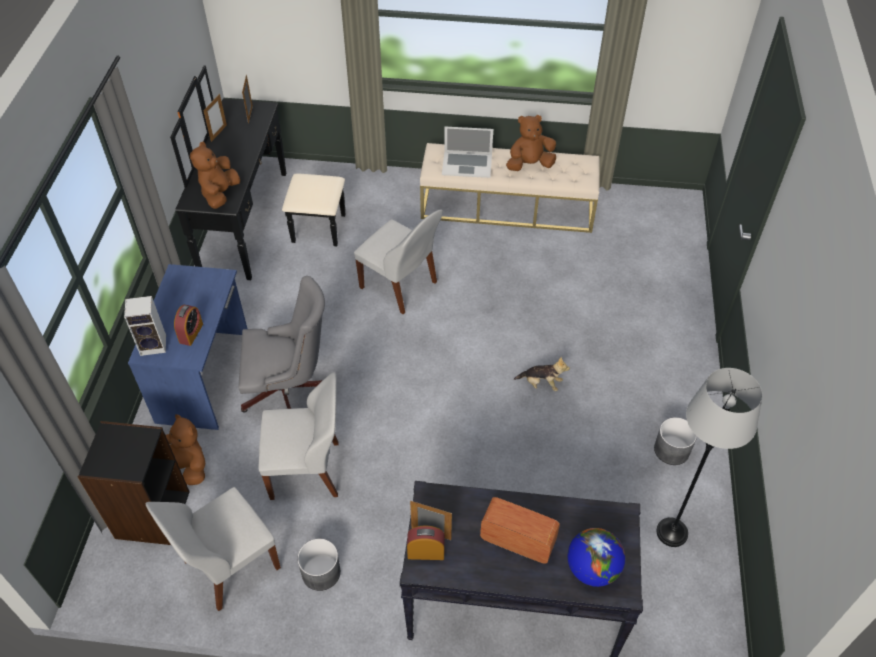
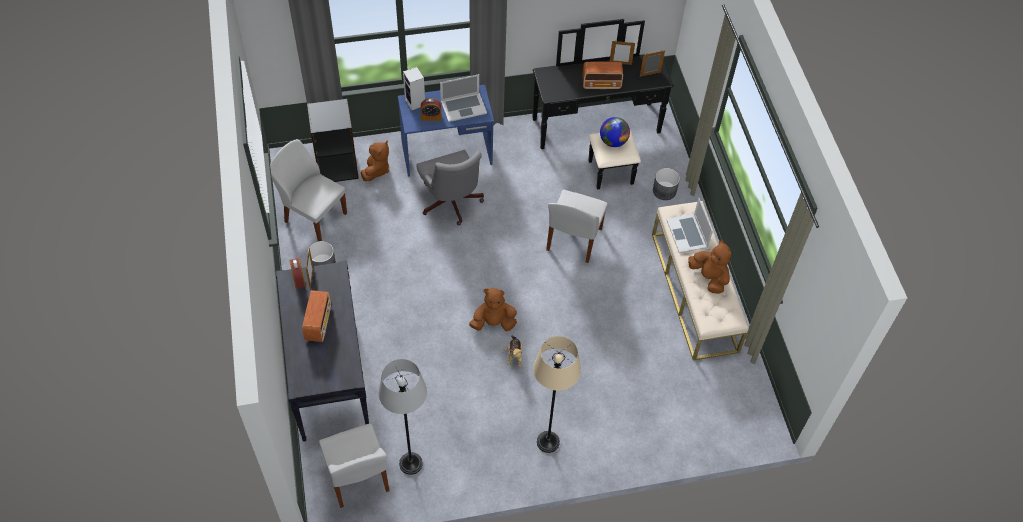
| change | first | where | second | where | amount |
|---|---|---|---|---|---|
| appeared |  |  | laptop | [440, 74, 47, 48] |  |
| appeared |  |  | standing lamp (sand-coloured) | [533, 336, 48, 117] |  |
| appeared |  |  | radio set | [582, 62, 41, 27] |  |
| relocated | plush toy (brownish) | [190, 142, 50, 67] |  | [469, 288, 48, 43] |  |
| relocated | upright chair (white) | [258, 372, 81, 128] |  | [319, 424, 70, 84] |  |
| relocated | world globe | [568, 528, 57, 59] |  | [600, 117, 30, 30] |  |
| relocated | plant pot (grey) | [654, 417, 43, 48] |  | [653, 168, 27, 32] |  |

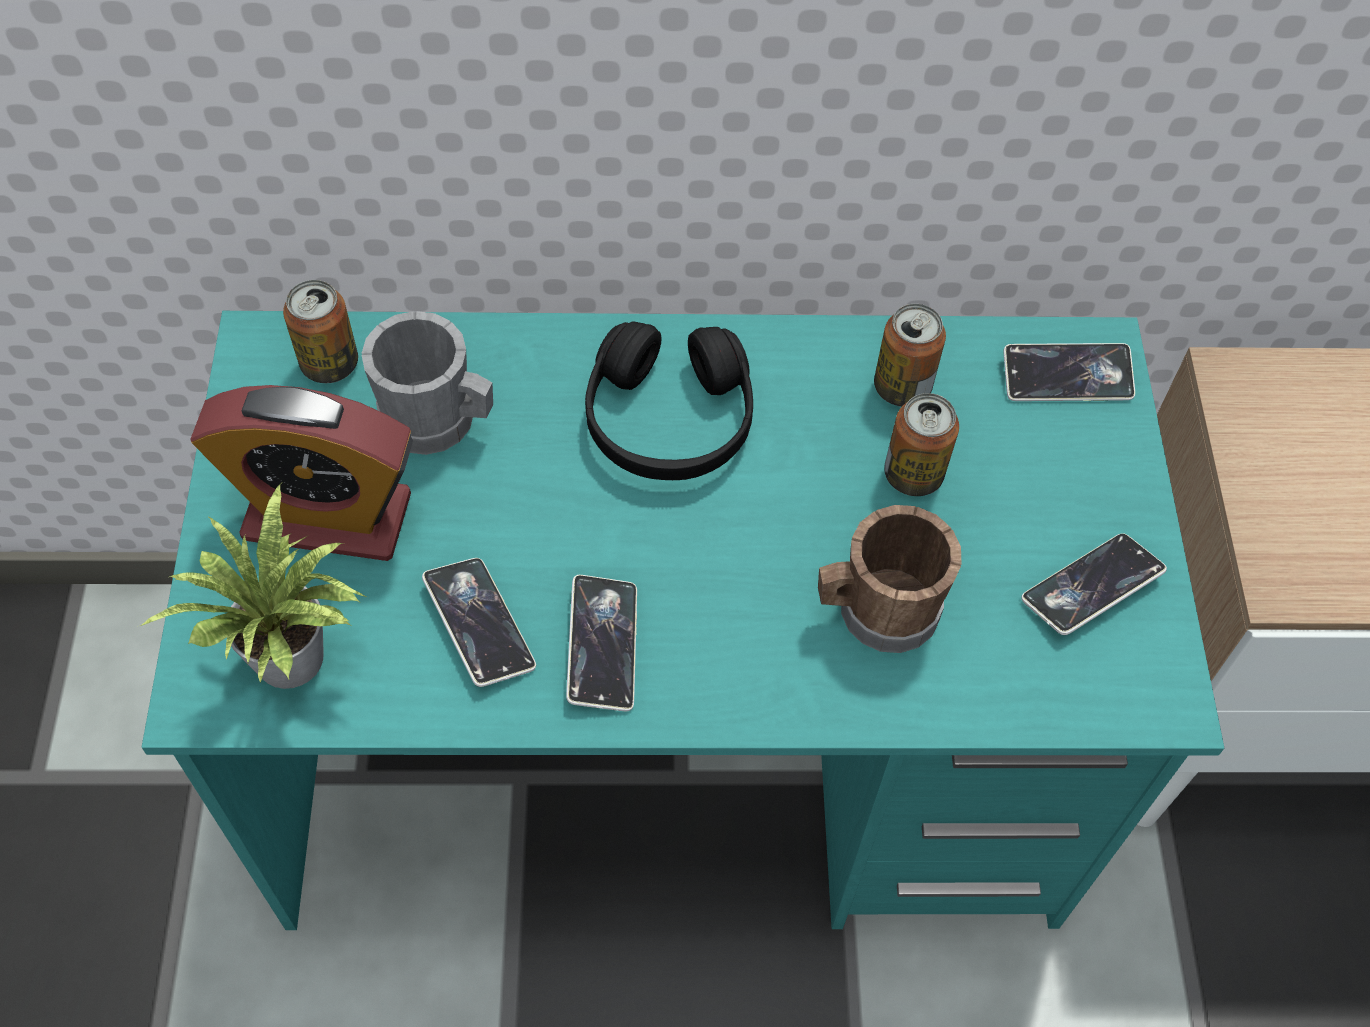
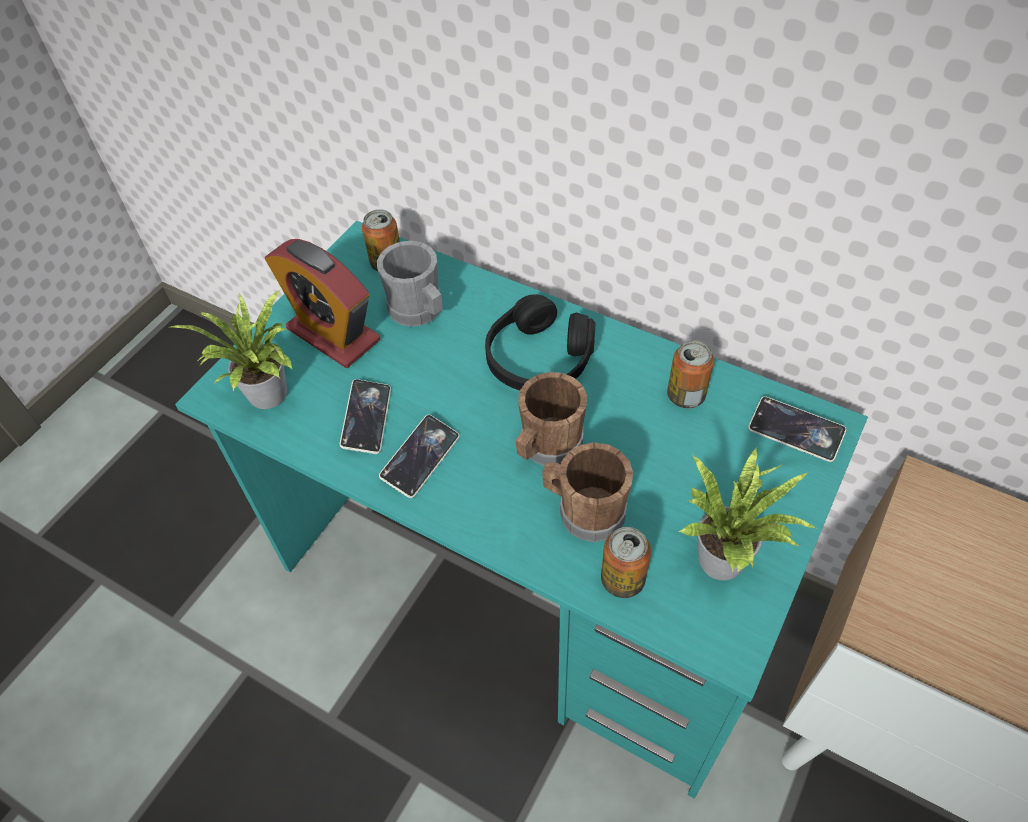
| change | first | where | second | where | amount |
|---|---|---|---|---|---|
| appeared |  |  | tea mug (brownish) | [516, 372, 71, 94] |  |
| relocated | sealed can | [884, 393, 75, 103] |  | [601, 527, 50, 71] |  |
| exchanged | handset | [1022, 533, 145, 102] | houseplant | [679, 447, 137, 134] |  |

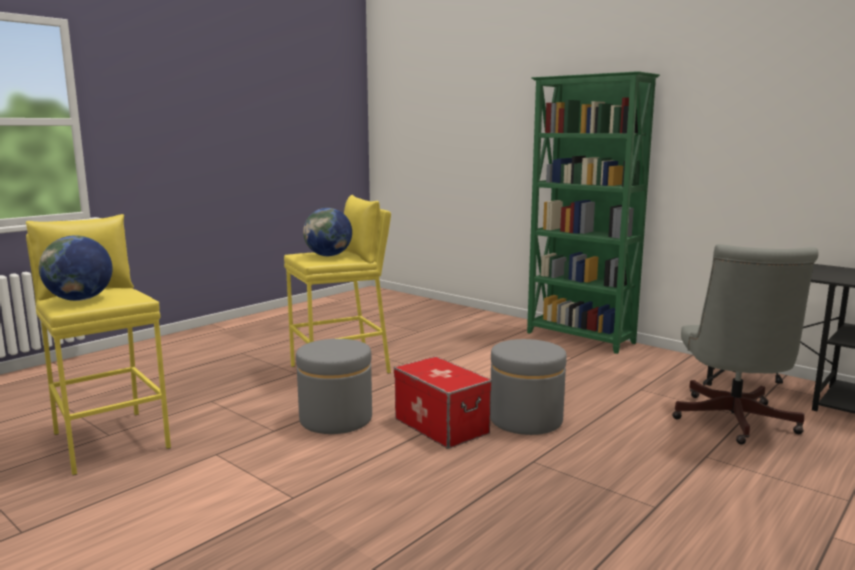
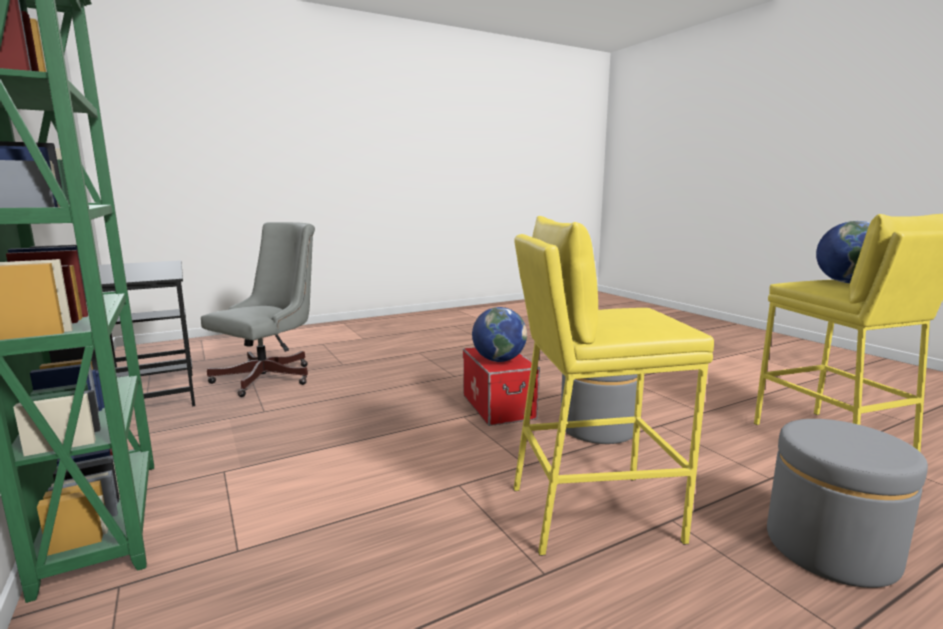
| change | first | where | second | where | amount |
|---|---|---|---|---|---|
| relocated | world globe | [303, 208, 49, 48] |  | [472, 307, 55, 55] |  |
| relocated | pouffe (grey) | [490, 339, 77, 96] |  | [767, 419, 161, 169] |  |

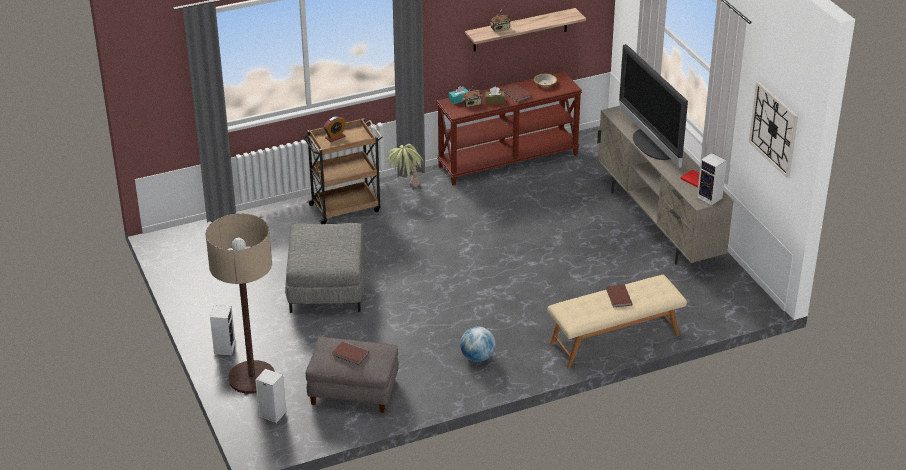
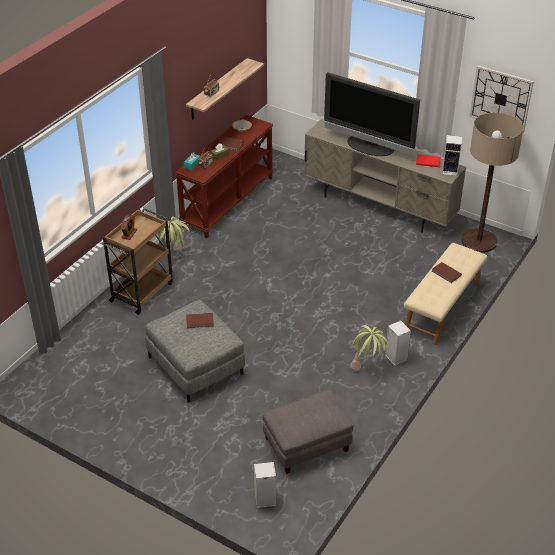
| change | first | where | second | where | amount |
|---|---|---|---|---|---|
| relocated | standing lamp | [205, 213, 70, 181] |  | [461, 112, 63, 141] |  |
| relocated | loudspeaker | [210, 305, 25, 50] |  | [385, 321, 26, 45] |  |
| relocated | bound book (brownish) | [332, 342, 37, 23] |  | [186, 313, 28, 15] |  |
| exchanged | world globe | [460, 327, 35, 35] | houseplant | [350, 325, 39, 46] |  |

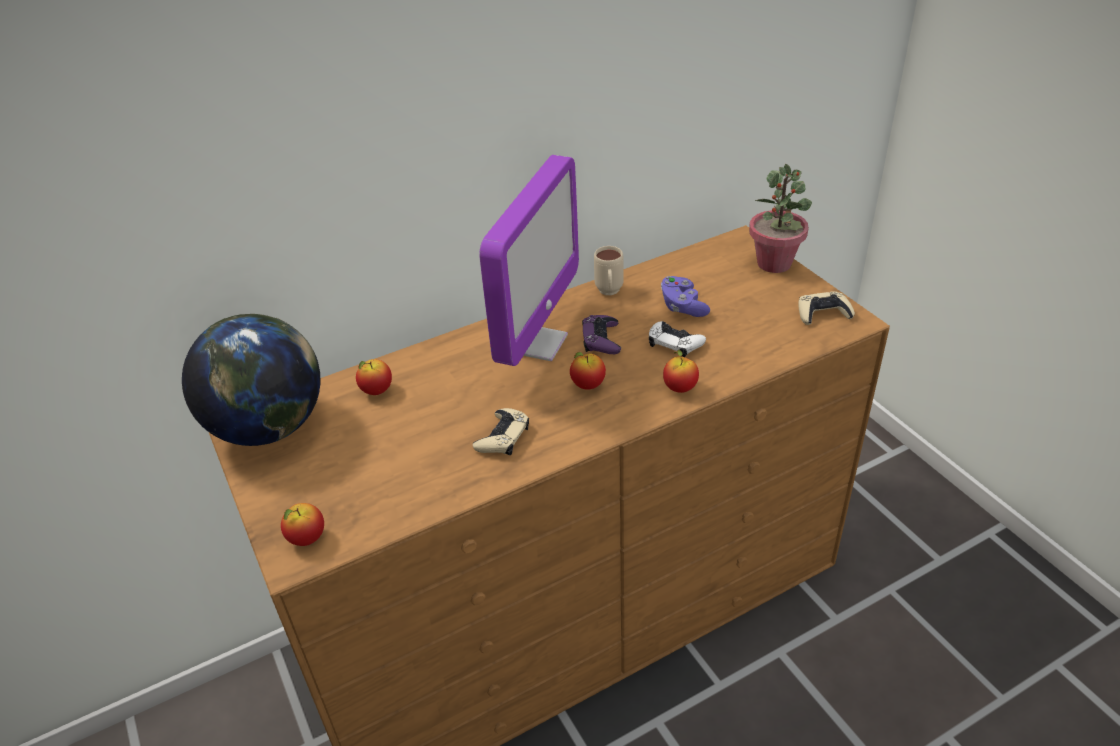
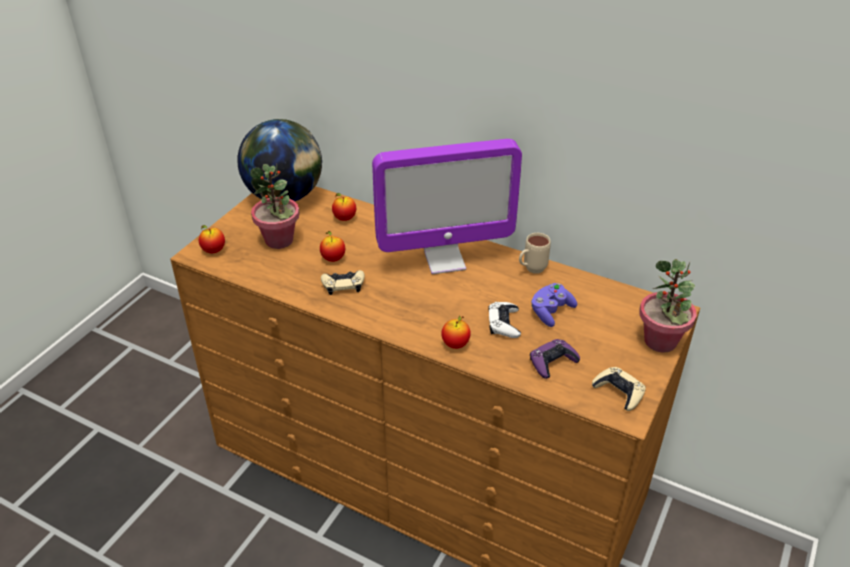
| change | first | where | second | where | amount |
|---|---|---|---|---|---|
| appeared |  |  | houseplant | [250, 164, 50, 85] |  |
| relocated | whole apple | [570, 352, 36, 38] |  | [320, 231, 25, 31] |  |
| relocated | joypad (purplish) | [582, 315, 39, 39] |  | [530, 339, 50, 40] |  |

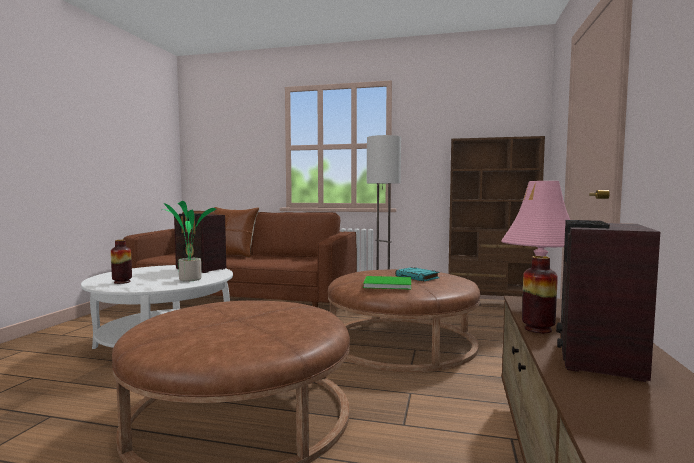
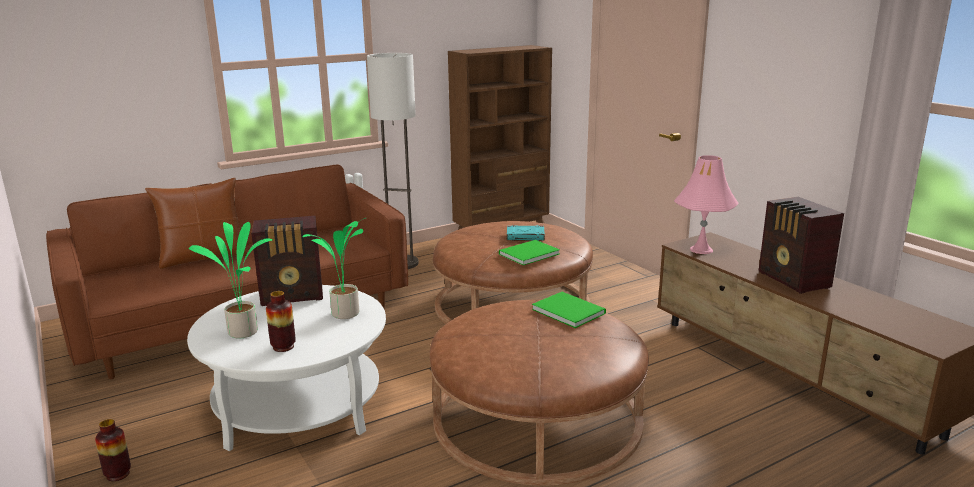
| change | first | where | second | where | amount |
|---|---|---|---|---|---|
| appeared |  |  | houseplant | [189, 222, 83, 116] |  |
| appeared |  |  | bound book (green-coloured) | [532, 292, 74, 36] |  |
| relocated | decorative vase | [522, 256, 36, 77] |  | [95, 419, 36, 62] |  |

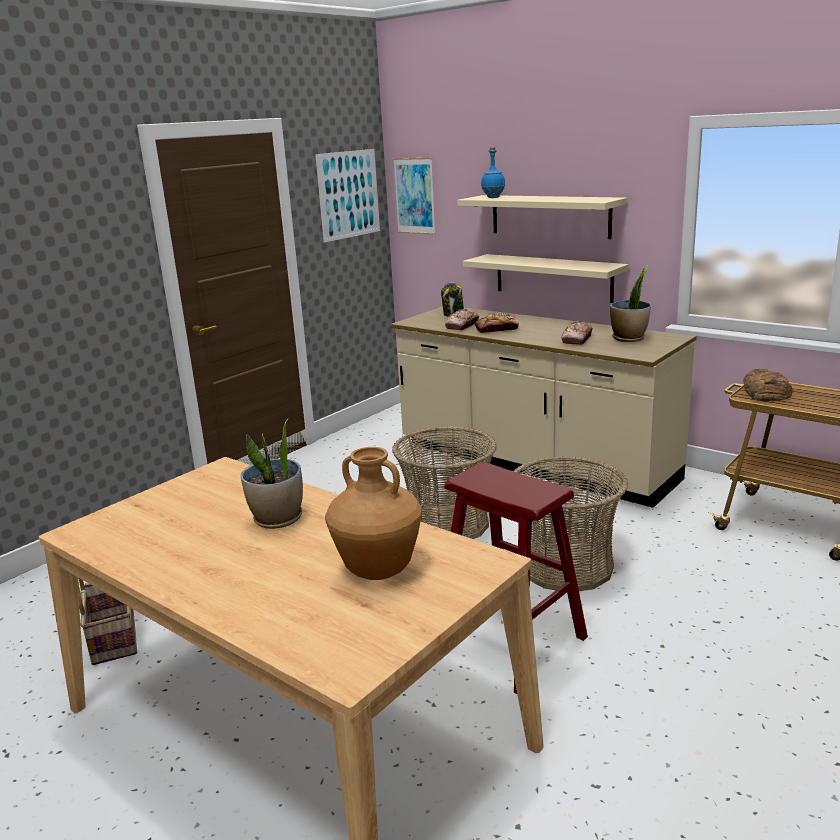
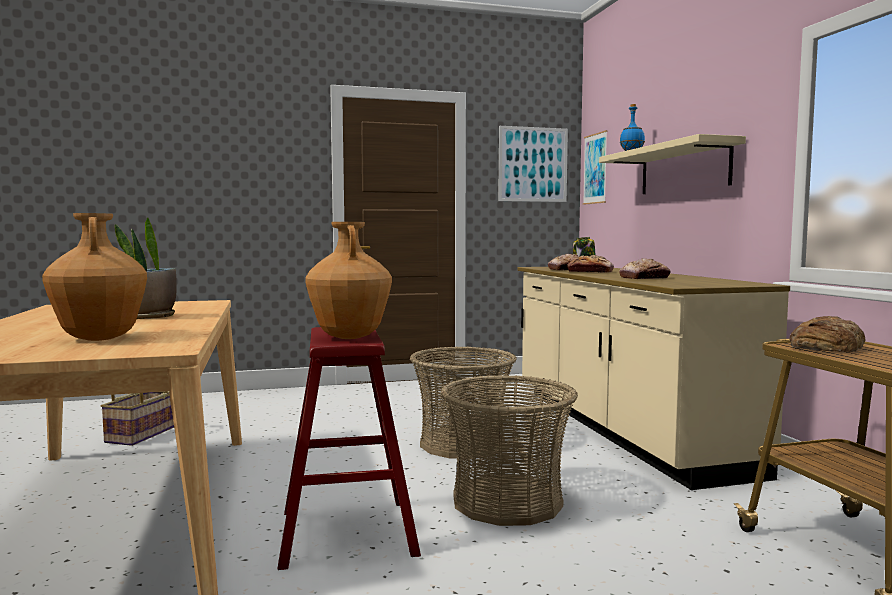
| change | first | where | second | where | amount |
|---|---|---|---|---|---|
| missing | bracket shelf (sand-coloured) | [463, 254, 166, 49] |  |  |  |
| missing | houseplant | [610, 265, 41, 77] |  |  |  |
| appeared |  |  | decorative vase (brownish) | [305, 222, 87, 117] |  |

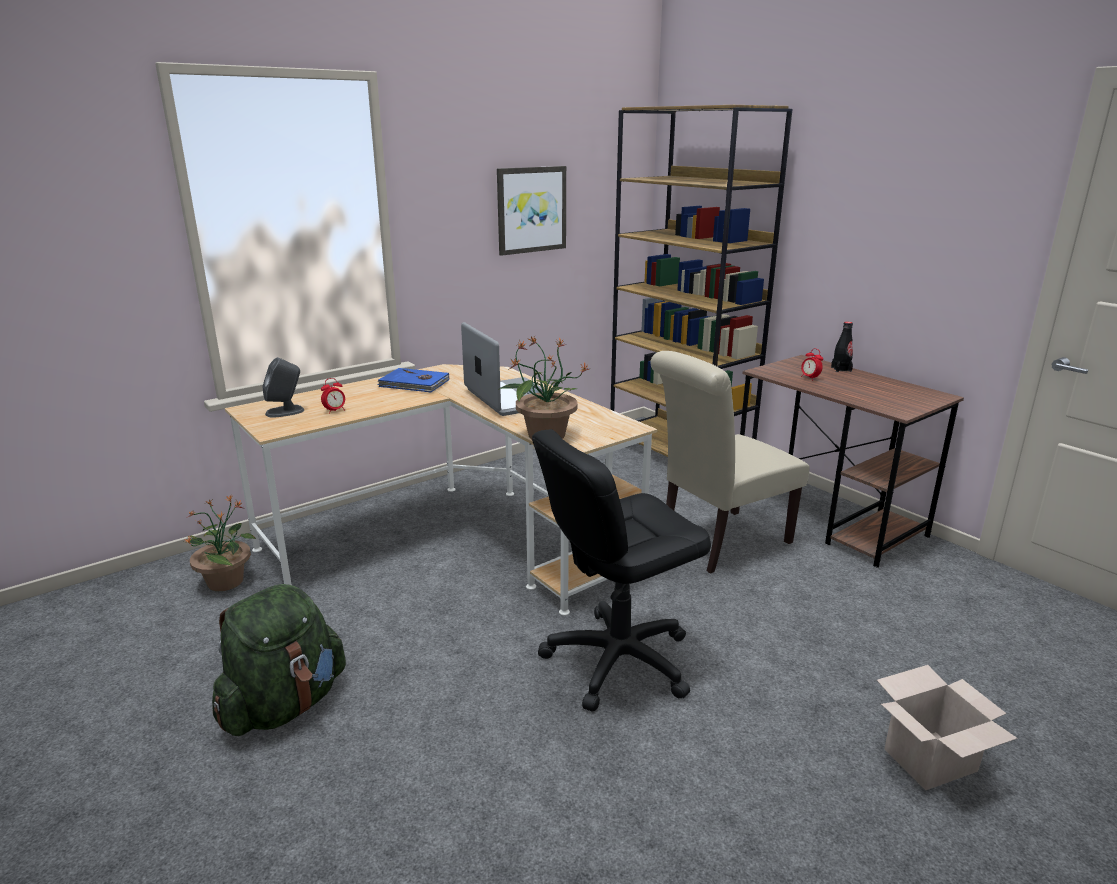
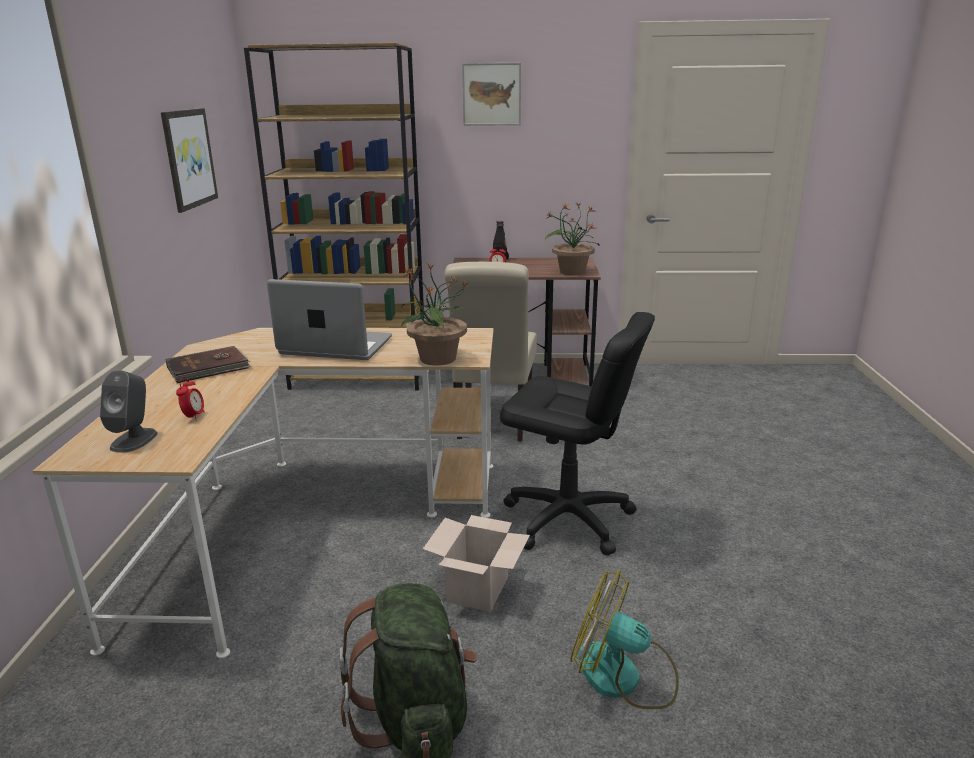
| change | first | where | second | where | amount |
|---|---|---|---|---|---|
| appeared |  |  | picture | [462, 63, 59, 63] |  |
| appeared |  |  | fan | [571, 571, 108, 138] |  |
| relocated | houseplant | [185, 495, 72, 96] |  | [545, 203, 55, 72] |  |
| relocated | cardboard box | [877, 665, 141, 125] |  | [423, 515, 107, 97] |  |
| colour | bound book (bluish) | [378, 368, 71, 24] | bound book (brownish) | [165, 346, 86, 37] |  |
| spun | desk chair (black) | [532, 429, 179, 283] |  | [500, 312, 155, 243] | 75 degrees counterclockwise |

